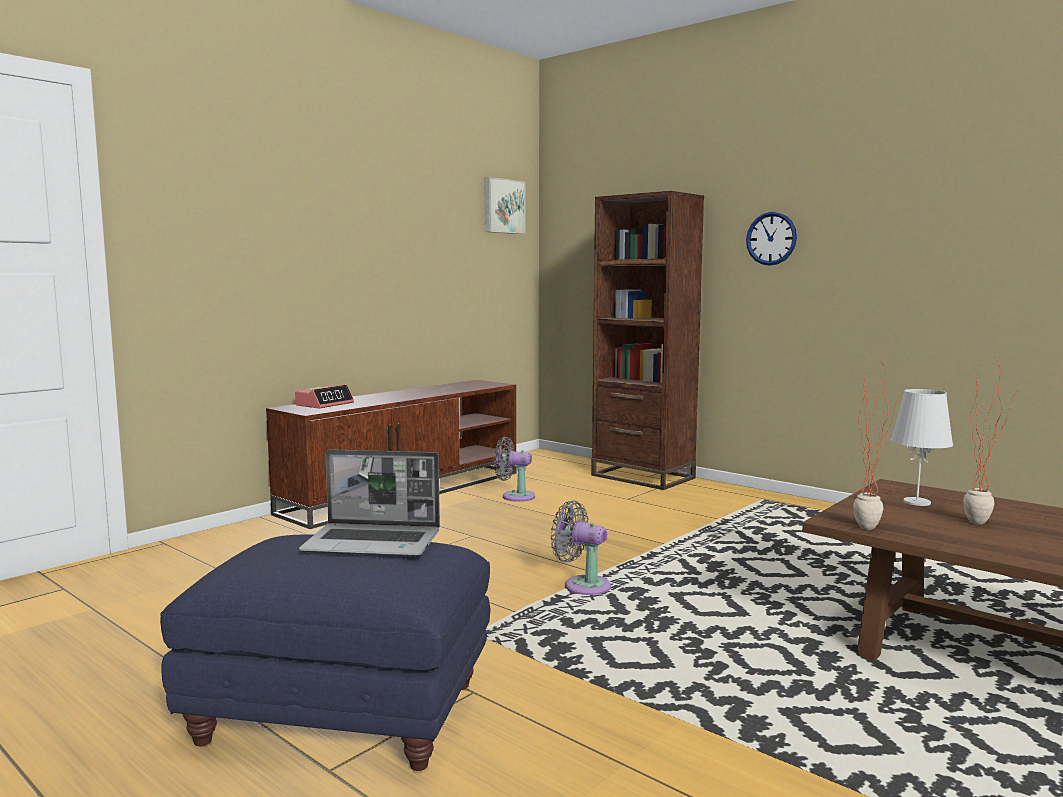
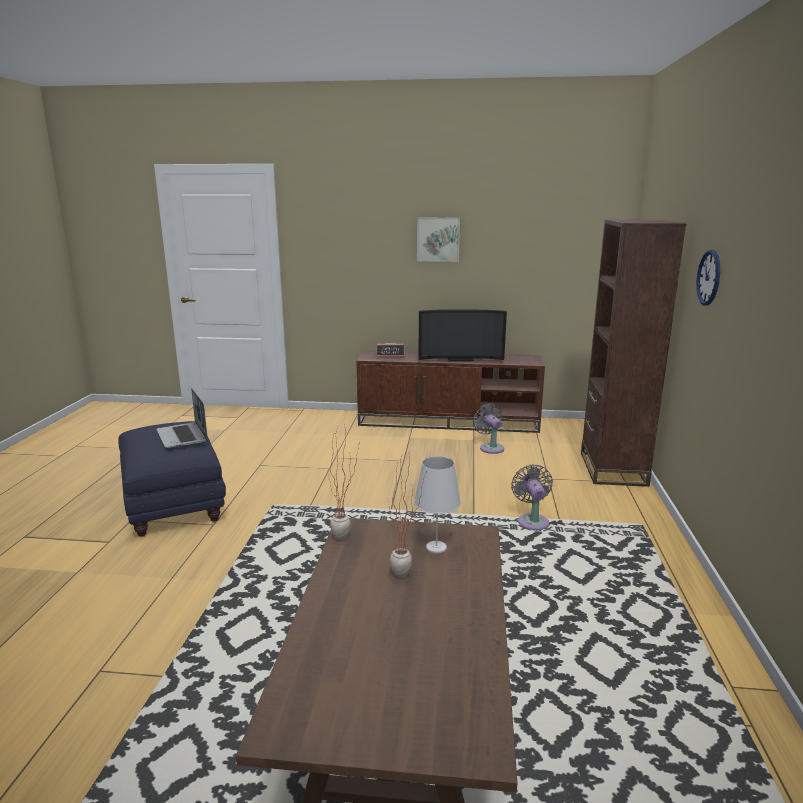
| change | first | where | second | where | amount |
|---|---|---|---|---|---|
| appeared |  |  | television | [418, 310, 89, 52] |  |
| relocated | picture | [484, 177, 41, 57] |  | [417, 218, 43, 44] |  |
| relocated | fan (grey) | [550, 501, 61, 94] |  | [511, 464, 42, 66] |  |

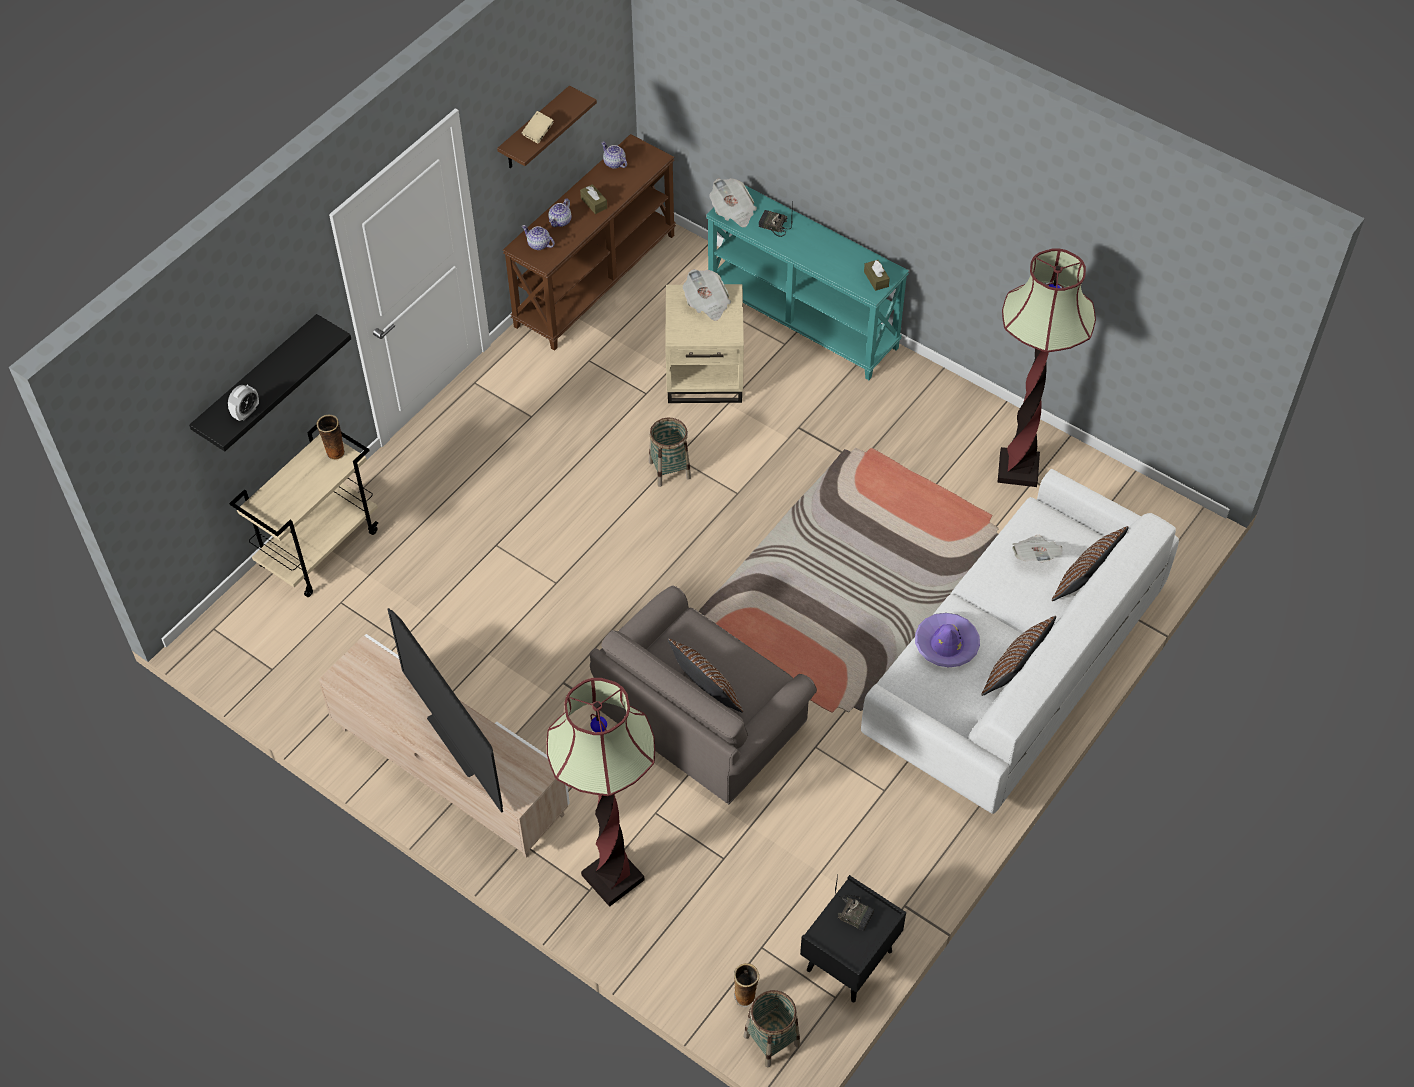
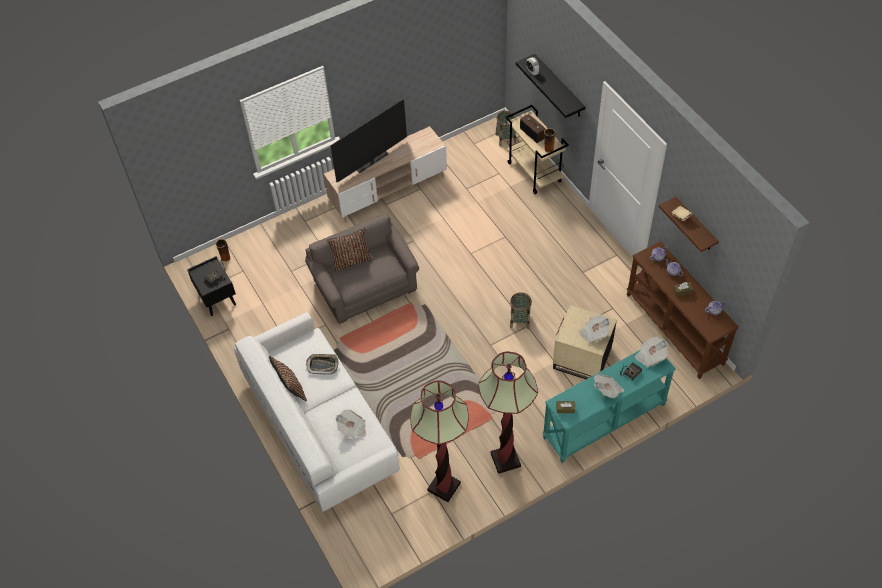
| change | first | where | second | where | amount |
|---|---|---|---|---|---|
| missing | throw pillow (brownish) | [1052, 526, 77, 75] |  |  |  |
| appeared |  |  | radio set | [520, 114, 26, 29] |  |
| appeared |  |  | printed paper | [594, 374, 30, 25] |  |
| relocated | standing lamp | [547, 678, 108, 229] |  | [478, 351, 60, 123] |  |
| relocated | storage basket | [744, 990, 56, 77] |  | [496, 111, 20, 35] |  |
| exchanged | hat (purplish) | [915, 613, 65, 54] | tray | [306, 354, 33, 21] |  |
| spun | television | [387, 608, 116, 205] |  | [331, 99, 76, 84] | 150 degrees clockwise |

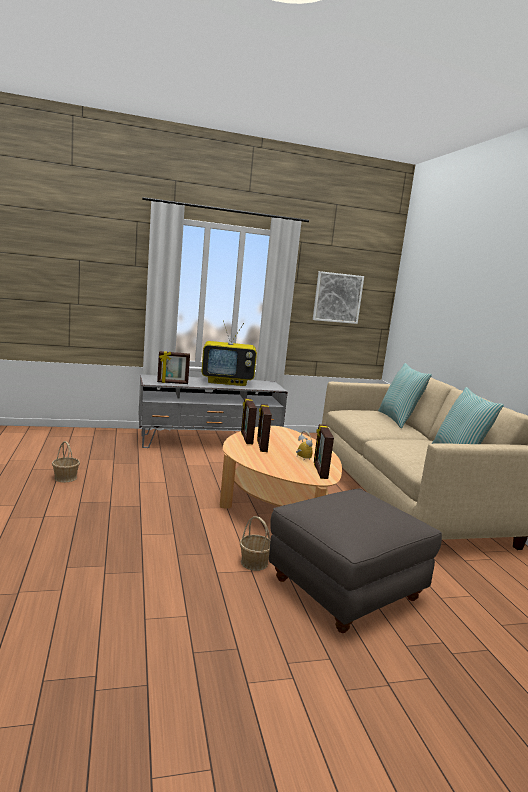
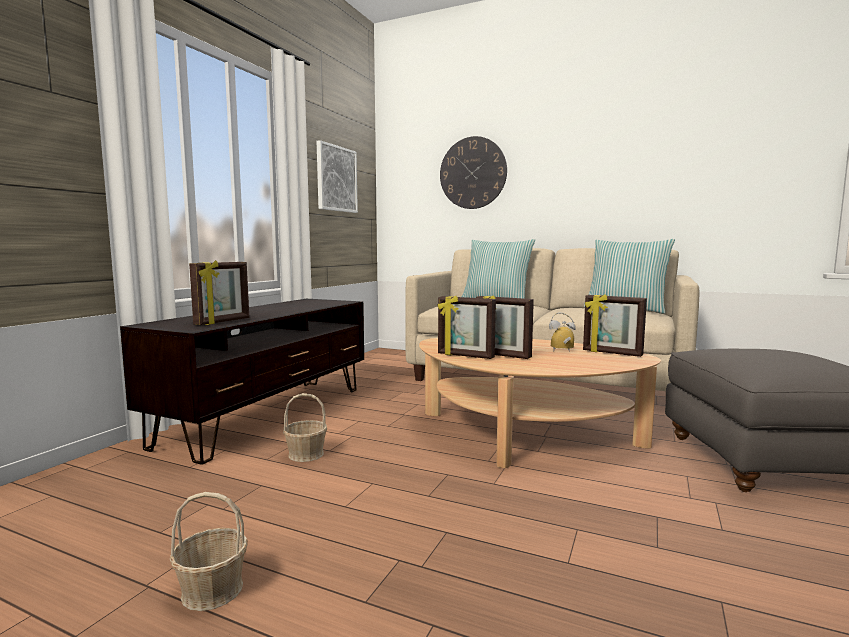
| change | first | where | second | where | amount |
|---|---|---|---|---|---|
| missing | television | [202, 320, 55, 66] |  |  |  |
| appeared |  |  | wall clock | [440, 136, 67, 73] |  |
| relocated | storage basket | [240, 516, 30, 55] |  | [283, 393, 44, 69] |  |
| colour | media console (grey) | [139, 374, 149, 74] | media console (brownish) | [120, 299, 244, 165] |  |

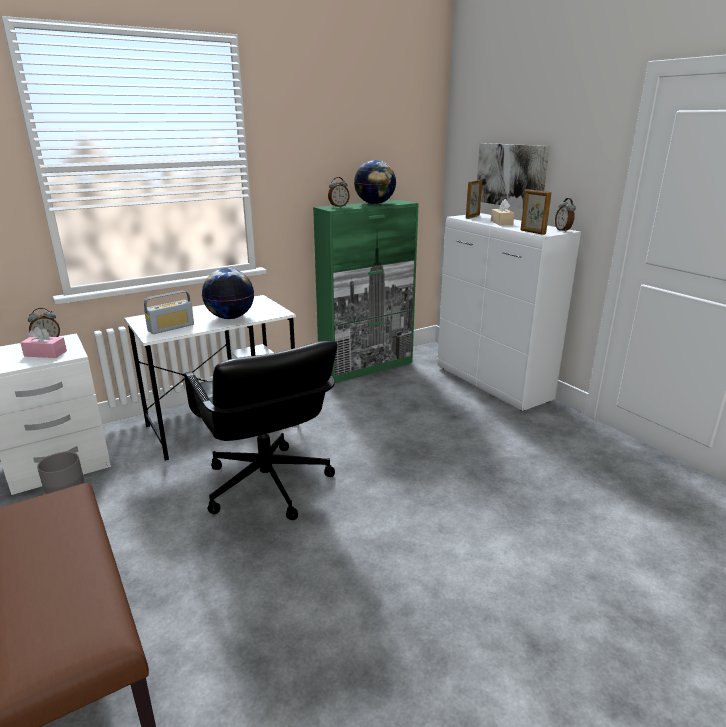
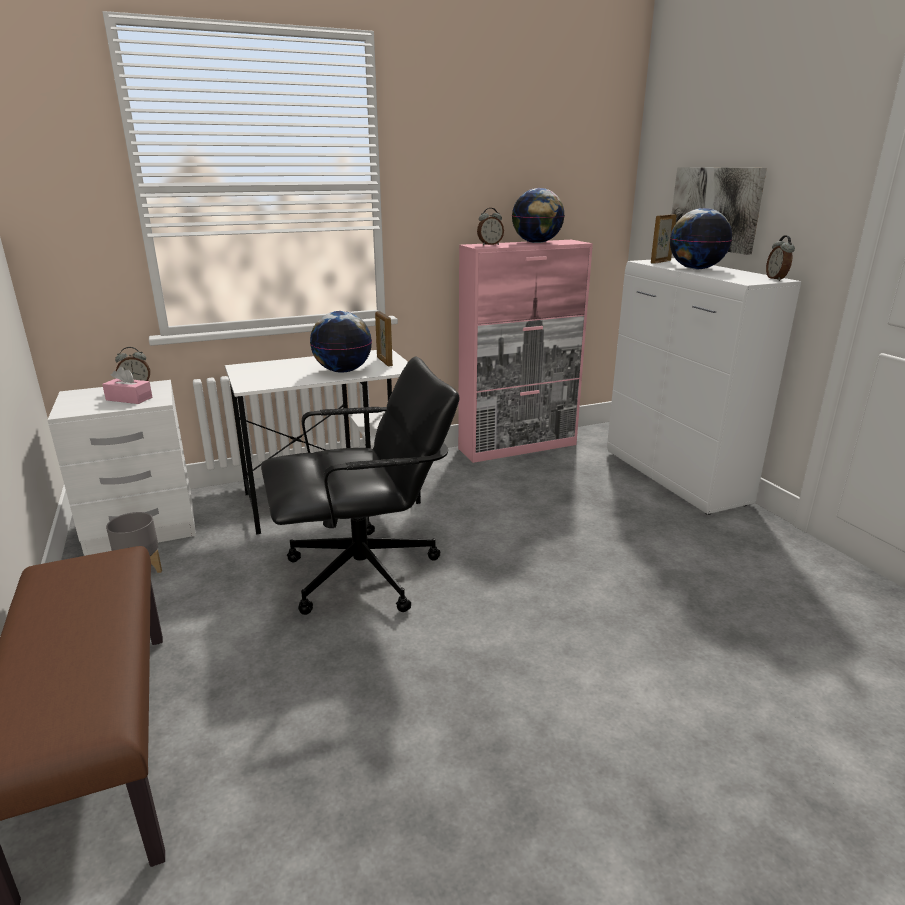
| change | first | where | second | where | amount |
|---|---|---|---|---|---|
| missing | radio set | [144, 291, 50, 43] |  |  |  |
| relocated | photo frame | [520, 189, 32, 46] |  | [375, 311, 18, 56] |  |
| exchanged | box of tissues (sand-coloured) | [491, 199, 23, 26] | world globe | [670, 208, 62, 61] |  |
| colour | storage cabinet (green-coloured) | [313, 200, 106, 183] | storage cabinet (pink) | [458, 240, 135, 223] |  |
| spun | desk chair (black) | [184, 341, 154, 179] |  | [261, 356, 199, 259] | 90 degrees counterclockwise |

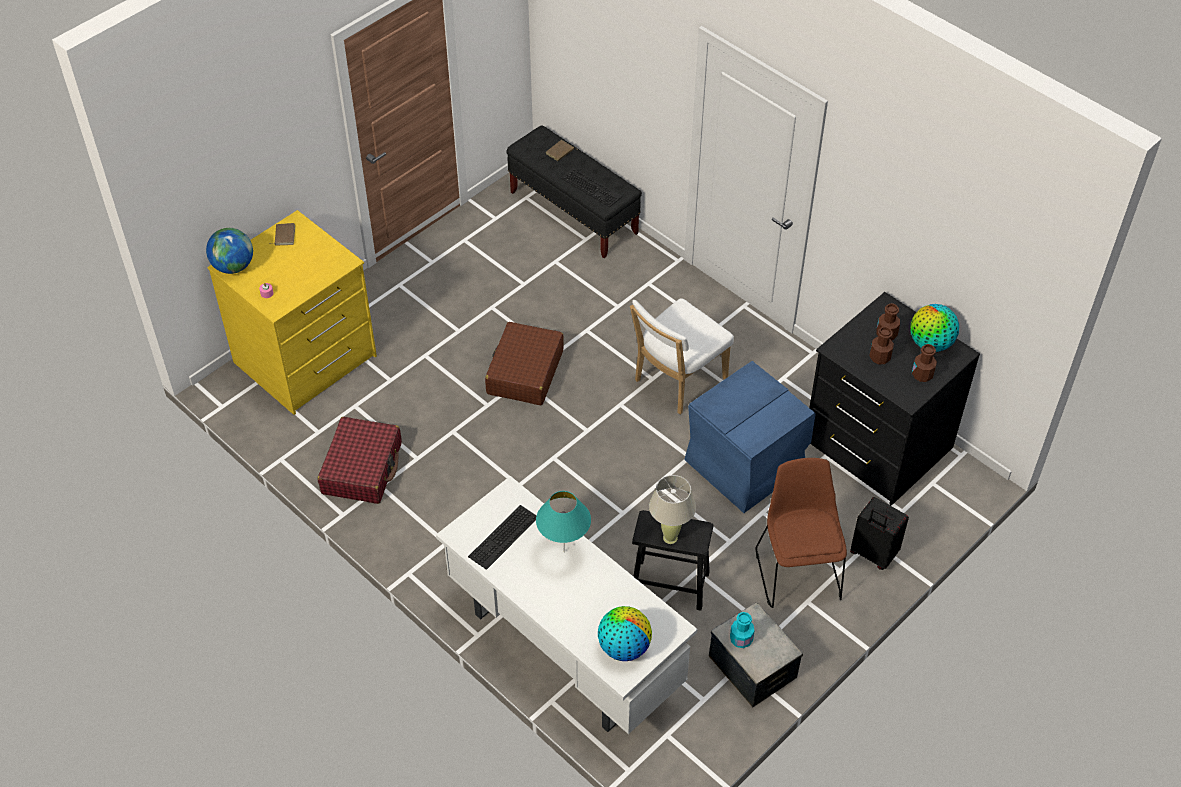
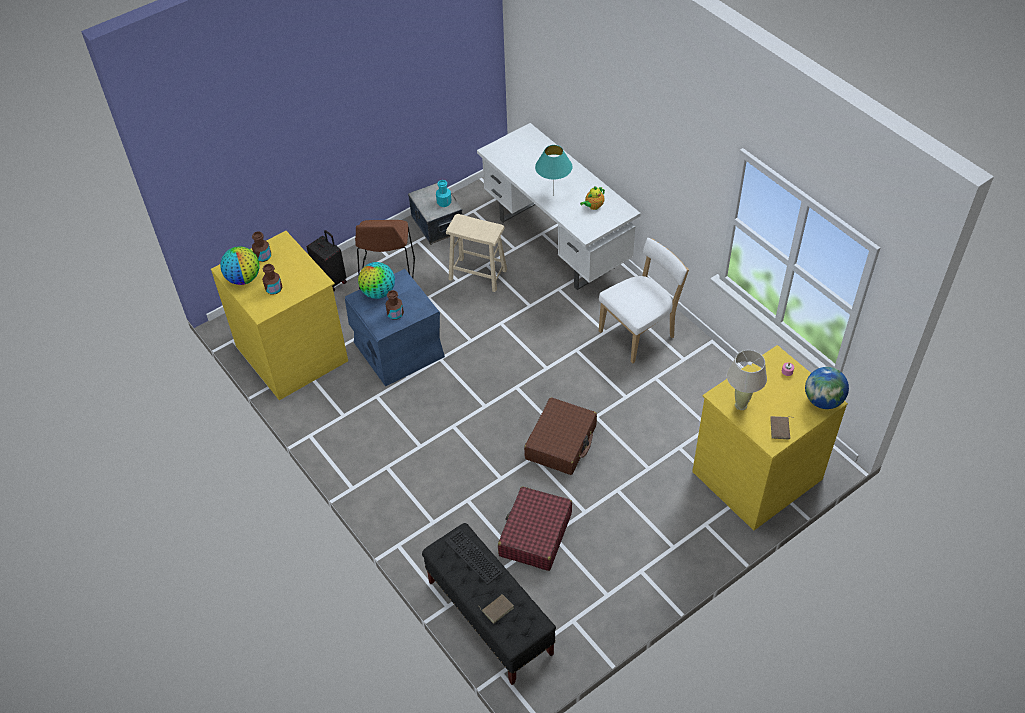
| change | first | where | second | where | amount |
|---|---|---|---|---|---|
| relocated | piece of luggage (reddish) | [318, 417, 84, 87] |  | [498, 486, 74, 85] |  |
| relocated | world globe | [598, 606, 54, 55] |  | [358, 262, 37, 37] |  |
| relocated | upright chair (white) | [630, 298, 104, 116] |  | [599, 238, 90, 126] |  |
| relocated | tabletop lamp (sand-coloured) | [649, 475, 47, 69] |  | [727, 350, 40, 60] |  |
| relocated | drink bottle (brownish) | [869, 327, 25, 37] |  | [385, 290, 19, 30] |  |
| exchanged | computer keyboard | [468, 505, 69, 65] | tea pot | [580, 186, 25, 24] |  |
| colour | sitting stool (black) | [632, 510, 81, 101] | sitting stool (sand-coloured) | [446, 214, 61, 78] |  |
| colour | drawer chest (black) | [809, 292, 171, 213] | drawer chest (yellow-coloured) | [211, 231, 137, 169] |  |

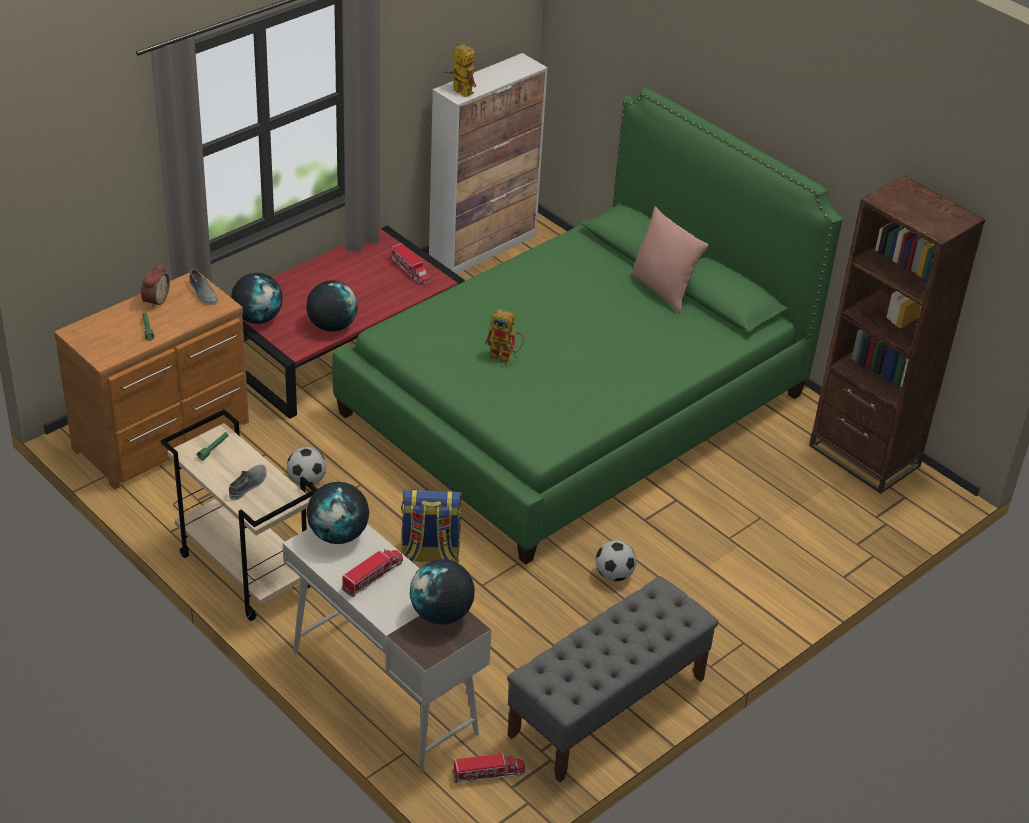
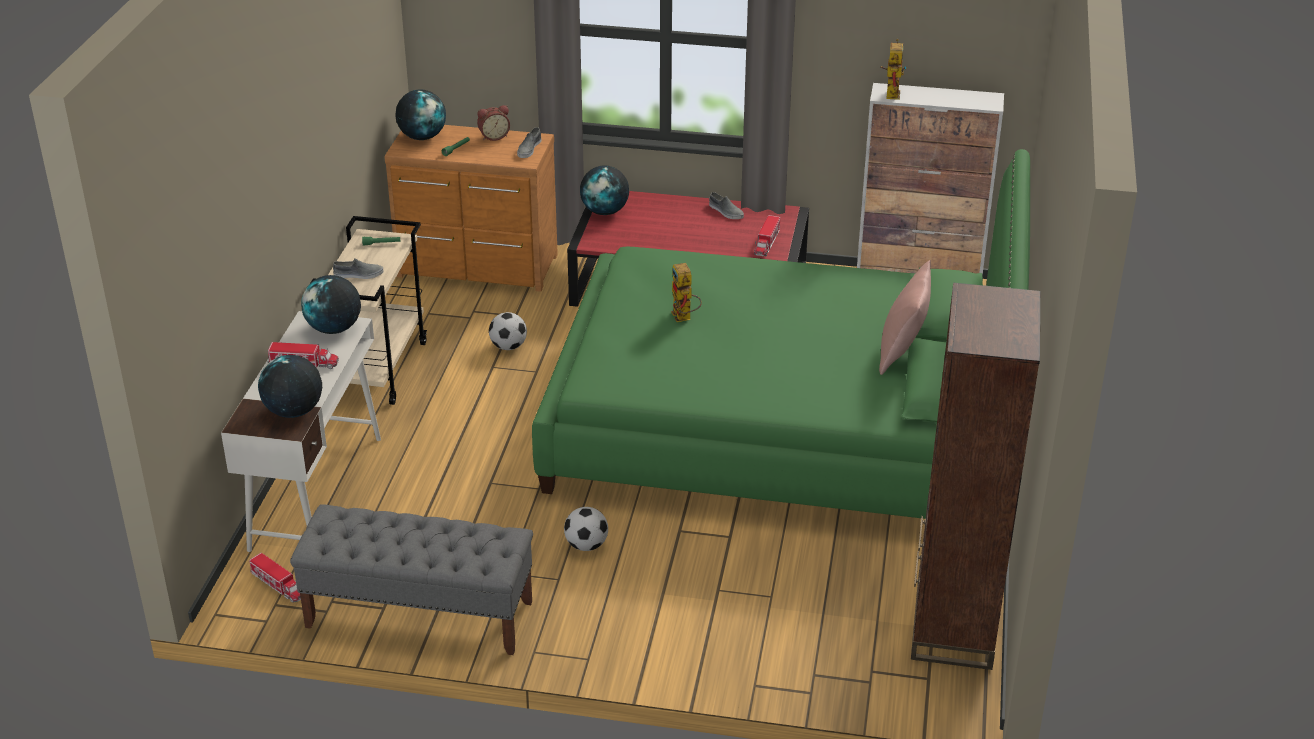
| change | first | where | second | where | amount |
|---|---|---|---|---|---|
| missing | backpack | [401, 489, 61, 74] |  |  |  |
| appeared |  |  | shoe (grey) | [709, 192, 35, 27] |  |
| relocated | world globe | [306, 280, 52, 52] |  | [396, 89, 50, 51] |  |

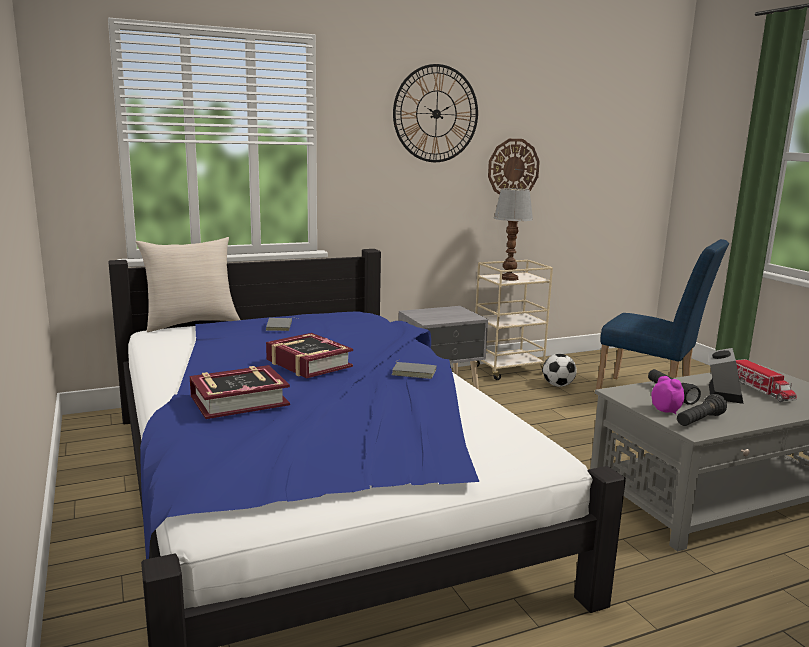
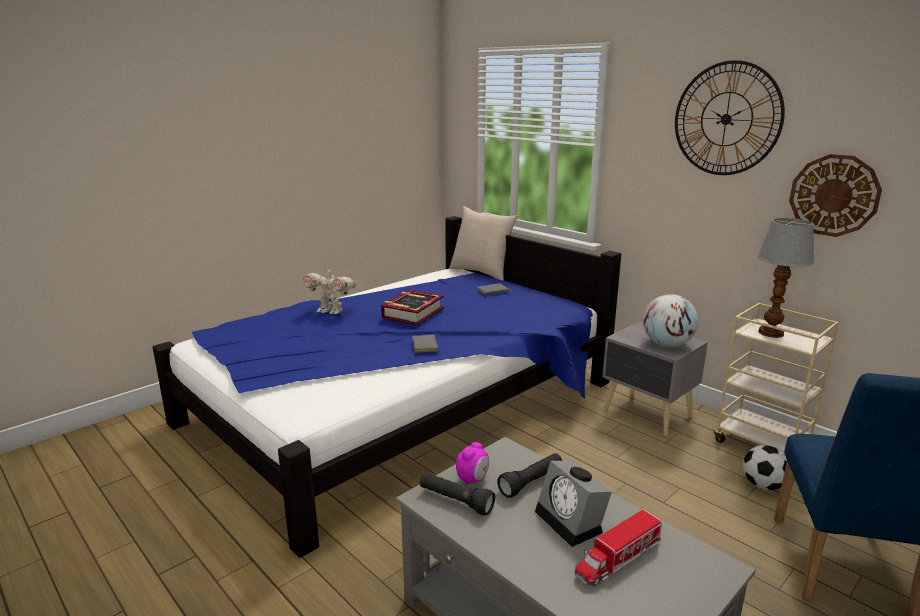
| change | first | where | second | where | amount |
|---|---|---|---|---|---|
| appeared |  |  | world globe | [643, 294, 55, 53] |  |
| exchanged | bound book | [190, 365, 100, 54] | robot figure | [302, 266, 54, 48] |  |
| spun | table clock | [708, 348, 35, 56] |  | [535, 461, 77, 86] | 60 degrees clockwise |

